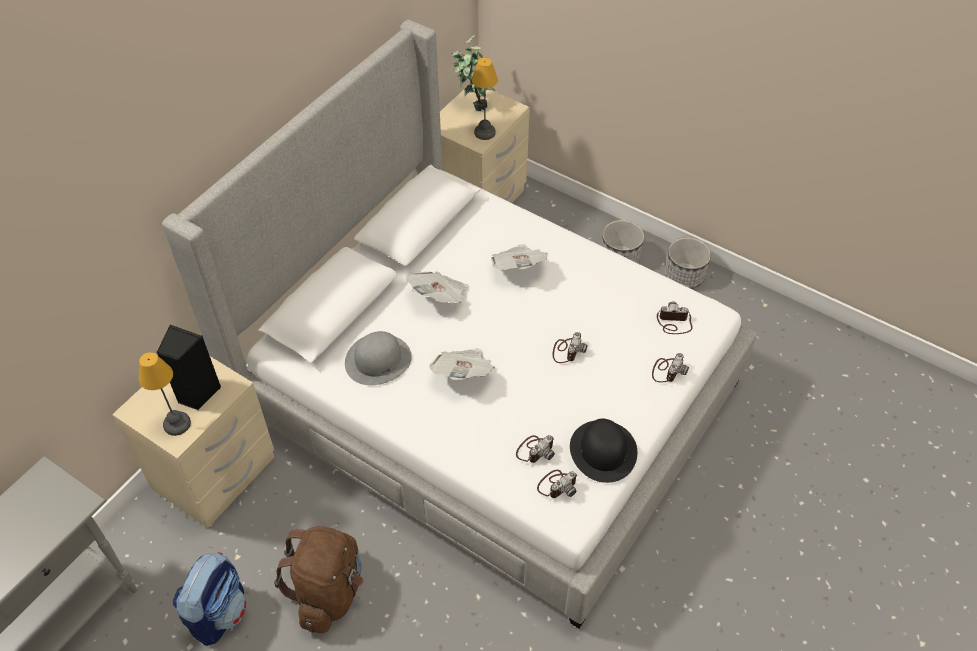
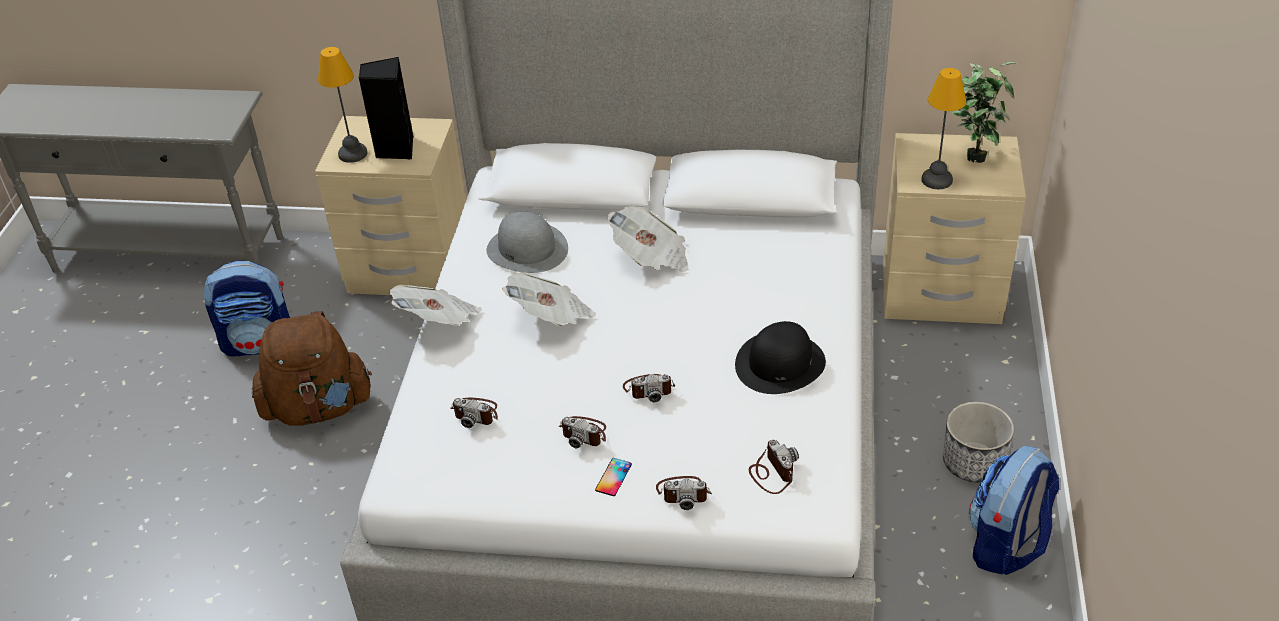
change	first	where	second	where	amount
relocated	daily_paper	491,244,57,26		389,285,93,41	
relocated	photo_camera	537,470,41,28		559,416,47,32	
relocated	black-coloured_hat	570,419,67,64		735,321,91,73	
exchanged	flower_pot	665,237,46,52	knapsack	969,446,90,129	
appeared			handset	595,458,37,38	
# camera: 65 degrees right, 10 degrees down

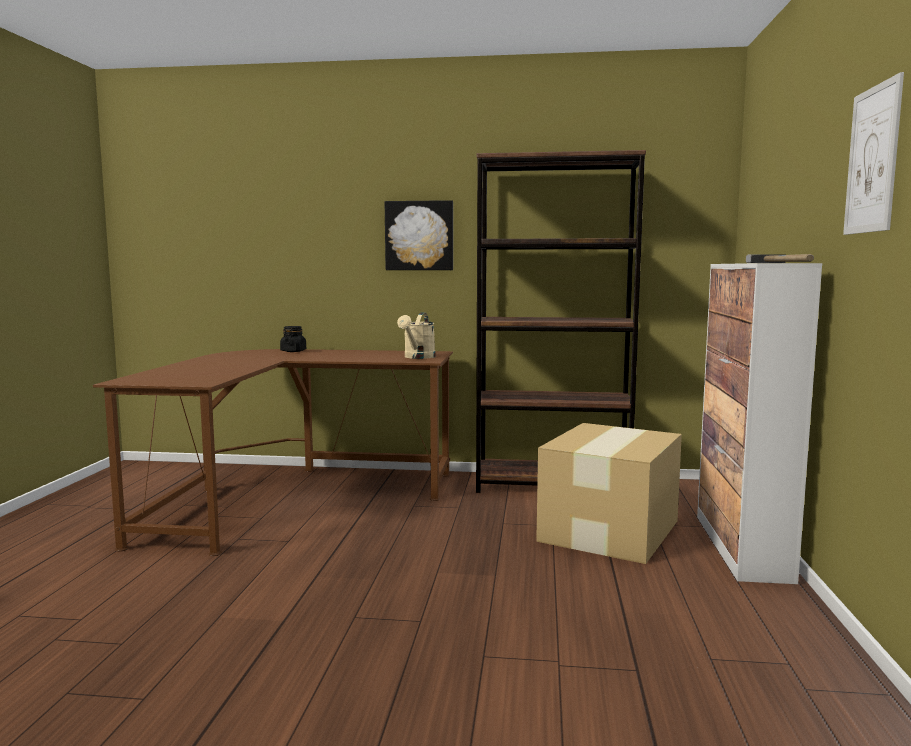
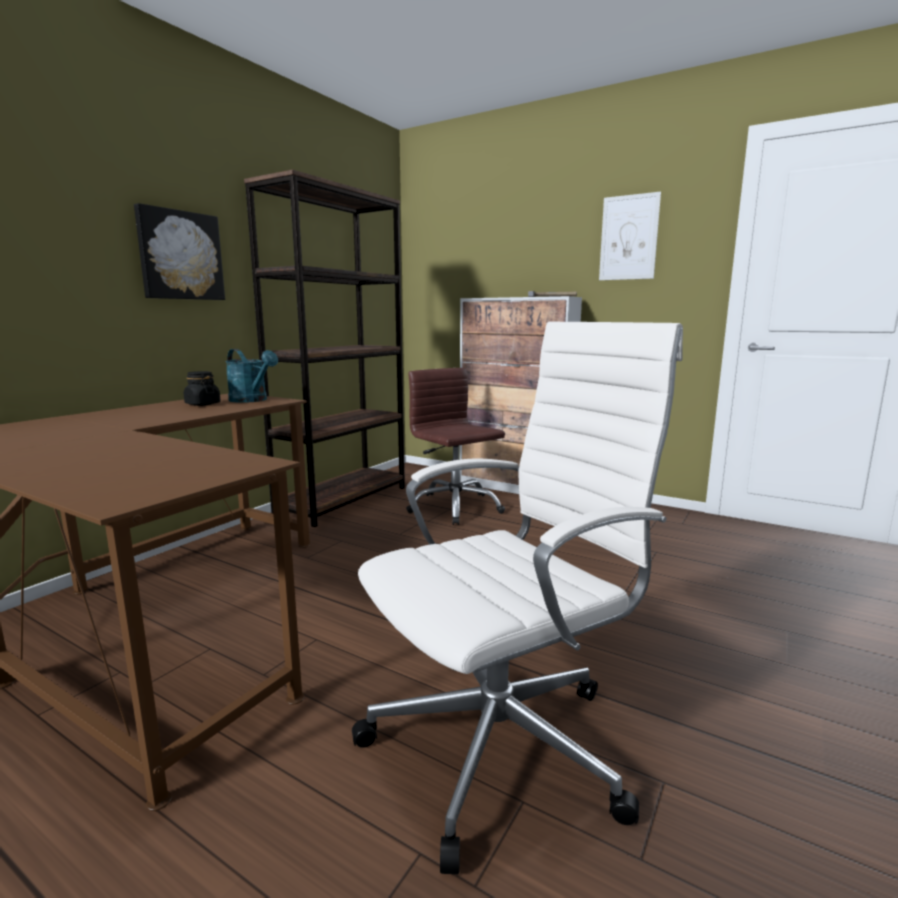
change	first	where	second	where	amount
relocated	black-coloured_jar	280,326,26,26		184,371,37,35	
colour	sand-coloured_watering_can	397,312,39,47	turquoise-coloured_watering_can	225,349,53,54	
exchanged	carton	536,423,146,141	brown_office_chair	406,368,99,157	
appeared			white_office_chair	352,322,331,552	
# camera: 65 degrees left, 5 degrees up

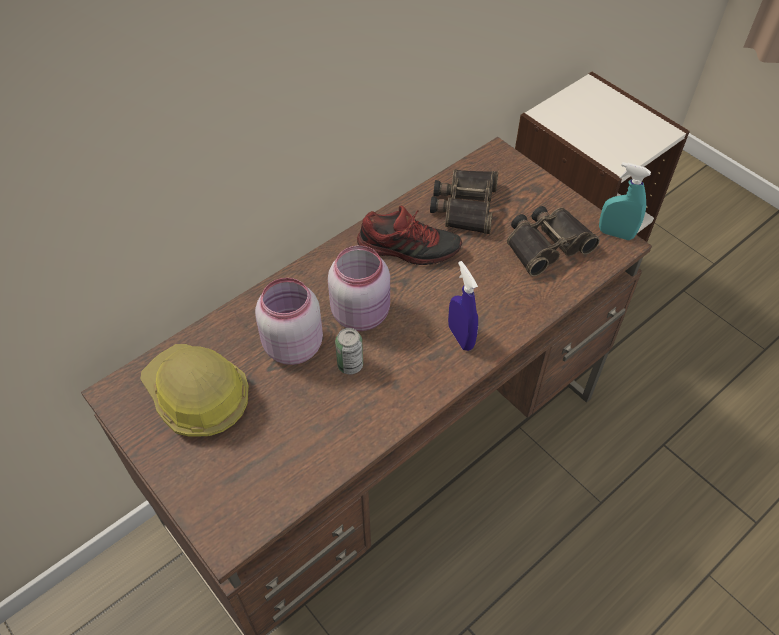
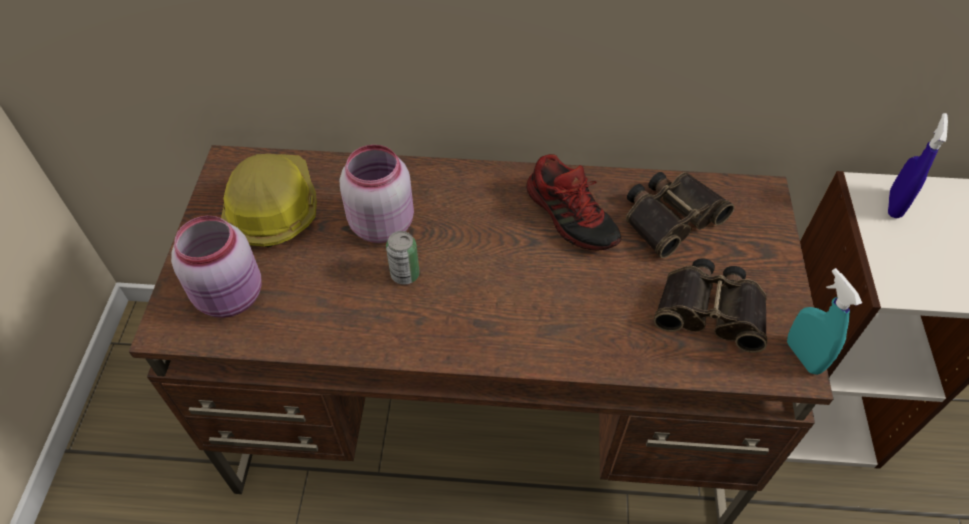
change	first	where	second	where	amount
relocated	pink-coloured_jar	328,246,62,85		171,216,91,102	
relocated	bluish_hand_sprayer	448,261,30,90		888,113,60,105	
# camera: 45 degrees right, 0 degrees up

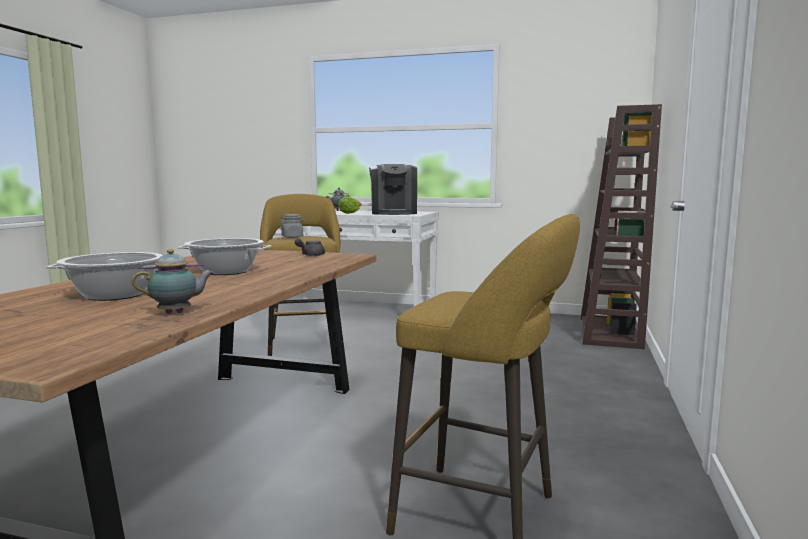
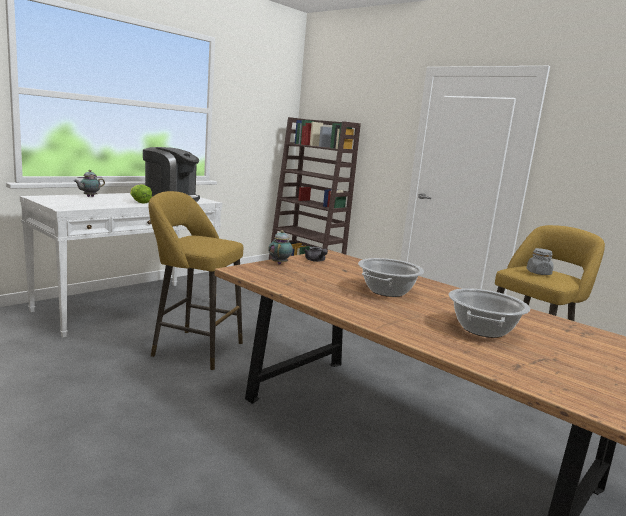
change	first	where	second	where	amount
relocated	pot_for_tea	132,249,82,65		268,230,25,35	
relocated	greyish_jar	279,214,26,24		527,248,26,27	
# camera: 65 degrees left, 5 degrees up

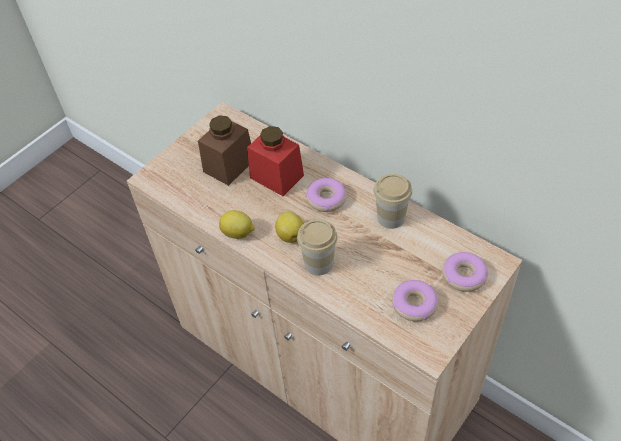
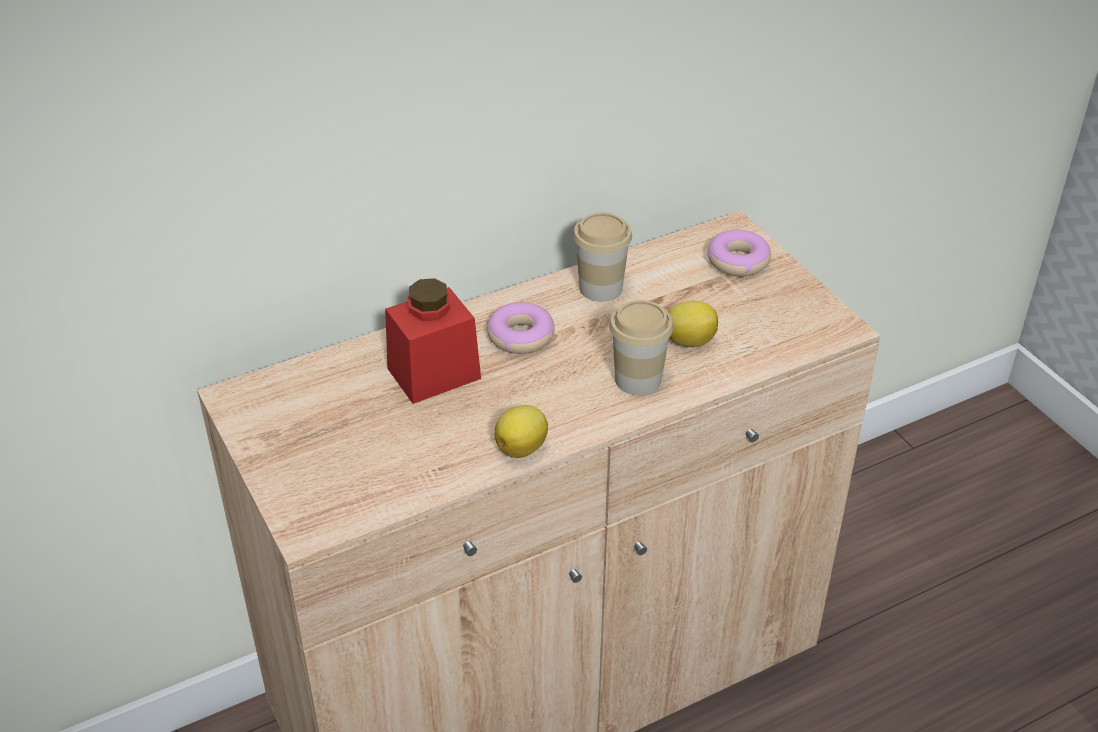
change	first	where	second	where	amount
missing	brown_jar	198,115,53,71			
relocated	citrus_fruit	275,211,29,32		669,301,49,46	
missing	donut	392,280,46,41			
# camera: 70 degrees left, 10 degrees down

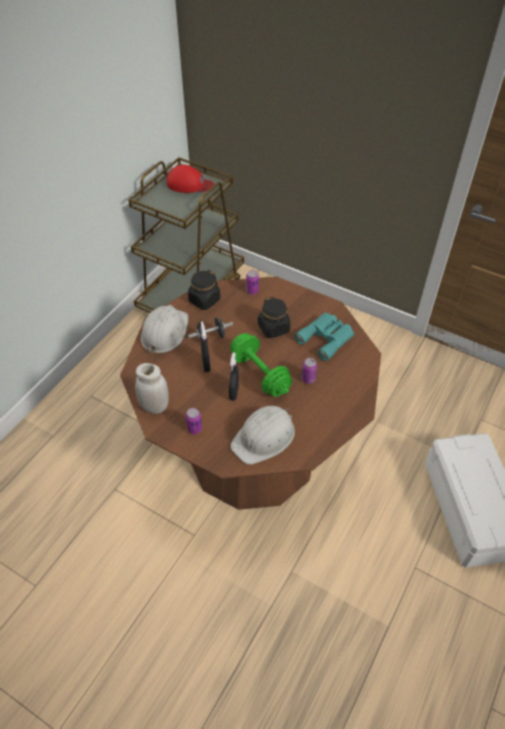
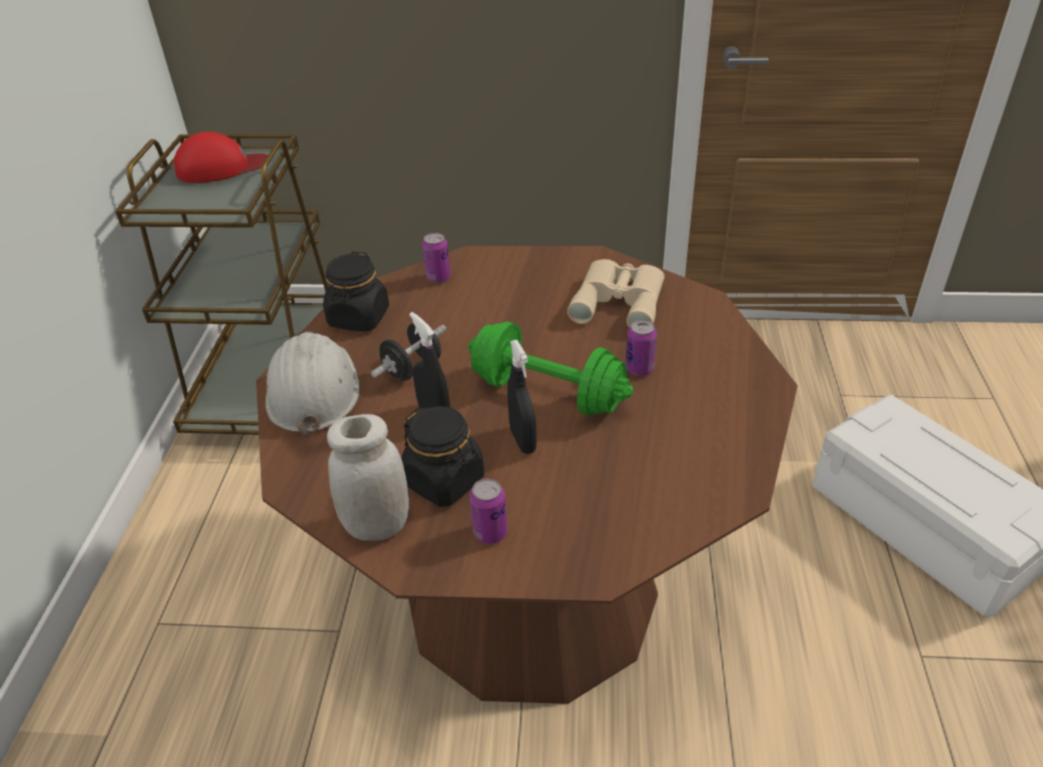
change	first	where	second	where	amount
missing	white_work_helmet	230,406,65,59			
relocated	black-coloured_jar	258,297,33,41		401,406,83,101	
colour	turquoise-coloured_field_glasses	294,313,60,48	sand-coloured_field_glasses	567,259,98,69	
# camera: 25 degrees left, 10 degrees down

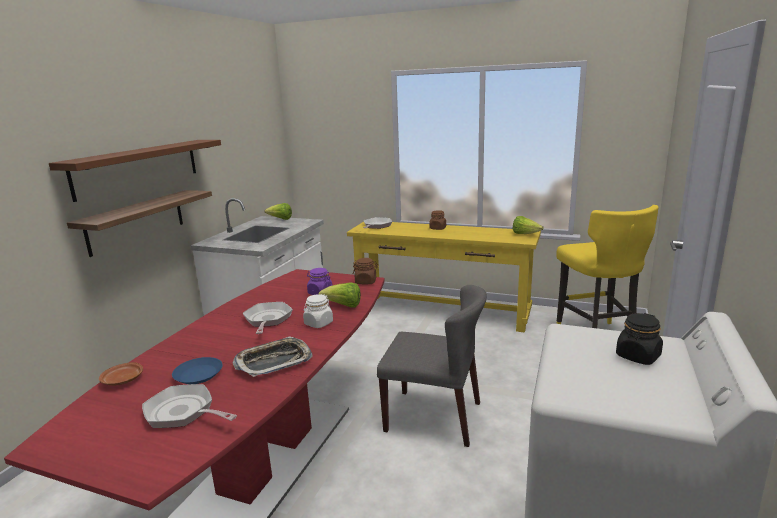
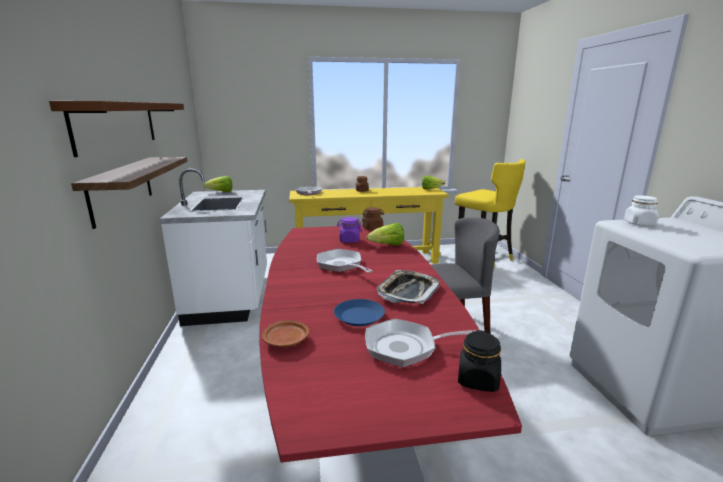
change	first	where	second	where	amount
relocated	white_jar	303,294,30,34		624,195,35,31	
relocated	black-coloured_jar	616,313,47,52		458,330,43,62	
# camera: 30 degrees left, 0 degrees up

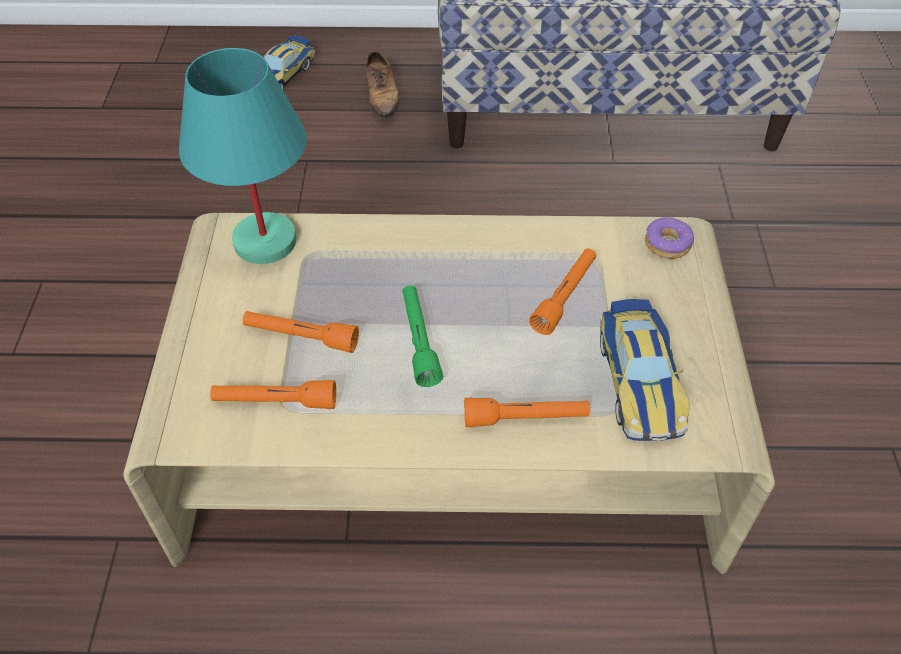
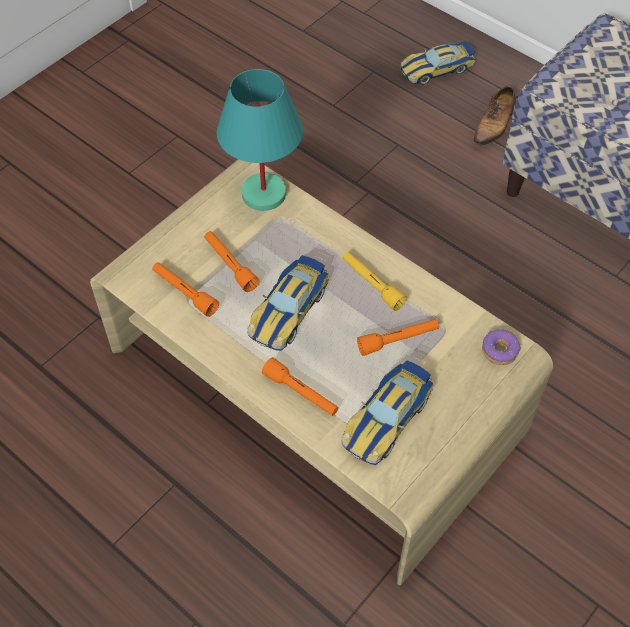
change	first	where	second	where	amount
exchanged	green-coloured_flashlight	402,285,41,102	model_car	247,255,82,96	
appeared			yellow_flashlight	342,252,65,59	
# camera: 40 degrees right, 5 degrees up

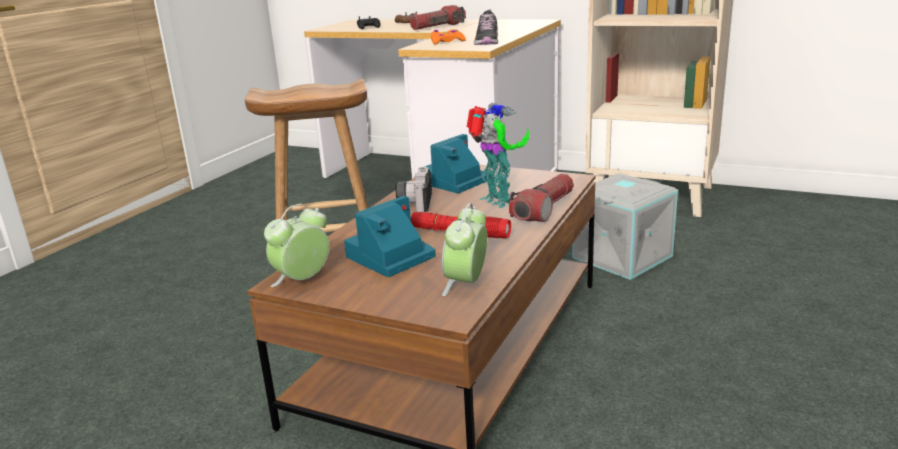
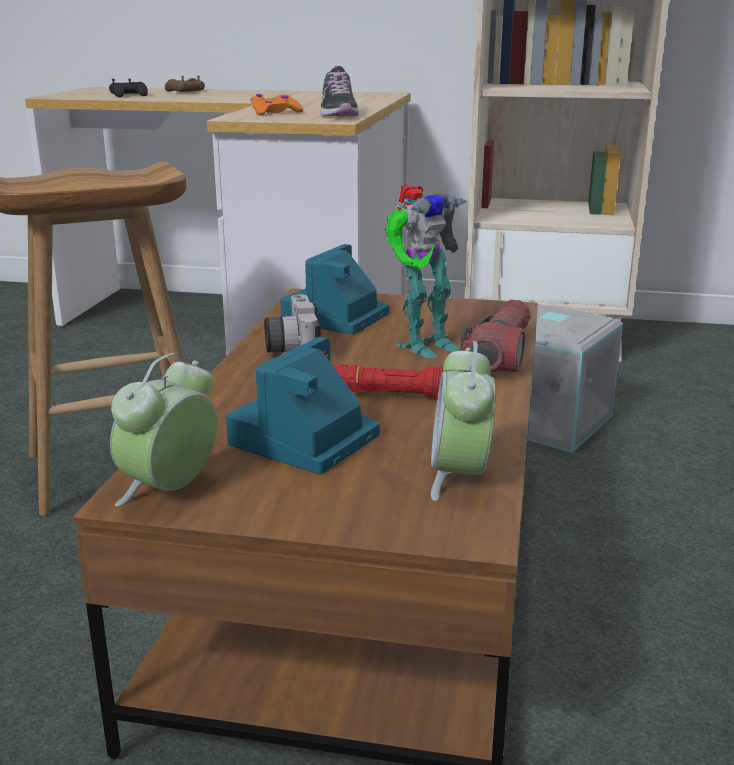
change	first	where	second	where	amount
missing	flashlight	410,5,56,25			
spun	model_robot	467,103,62,105		384,185,83,173	105 degrees clockwise
# camera: 15 degrees left, 0 degrees up

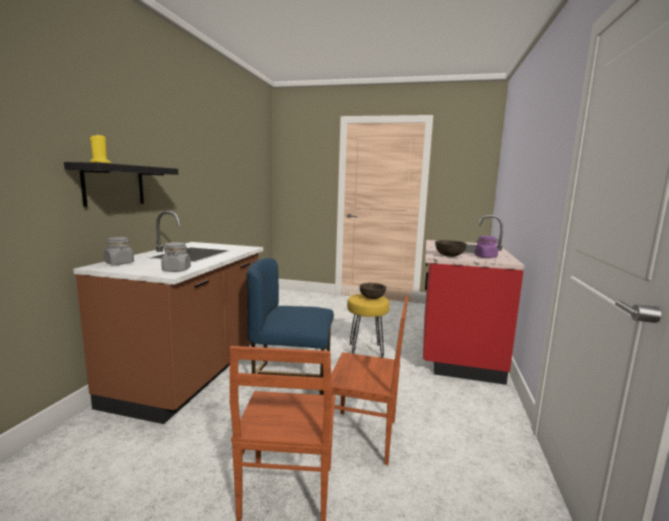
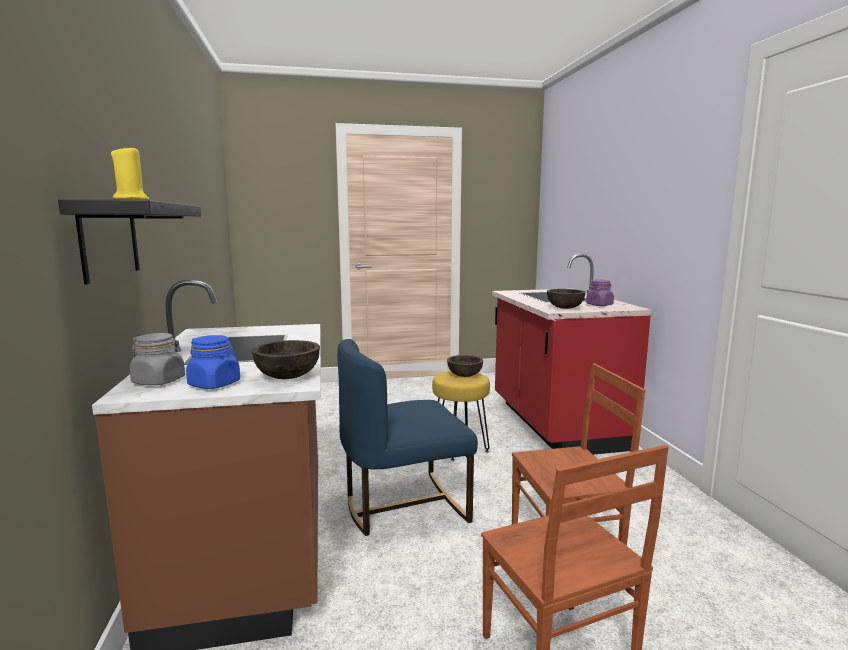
change	first	where	second	where	amount
exchanged	greyish_jar	161,242,30,30	brown_deep_dish	252,340,68,39	
appeared			bluish_jar	186,335,54,54	
# camera: 25 degrees left, 0 degrees up

